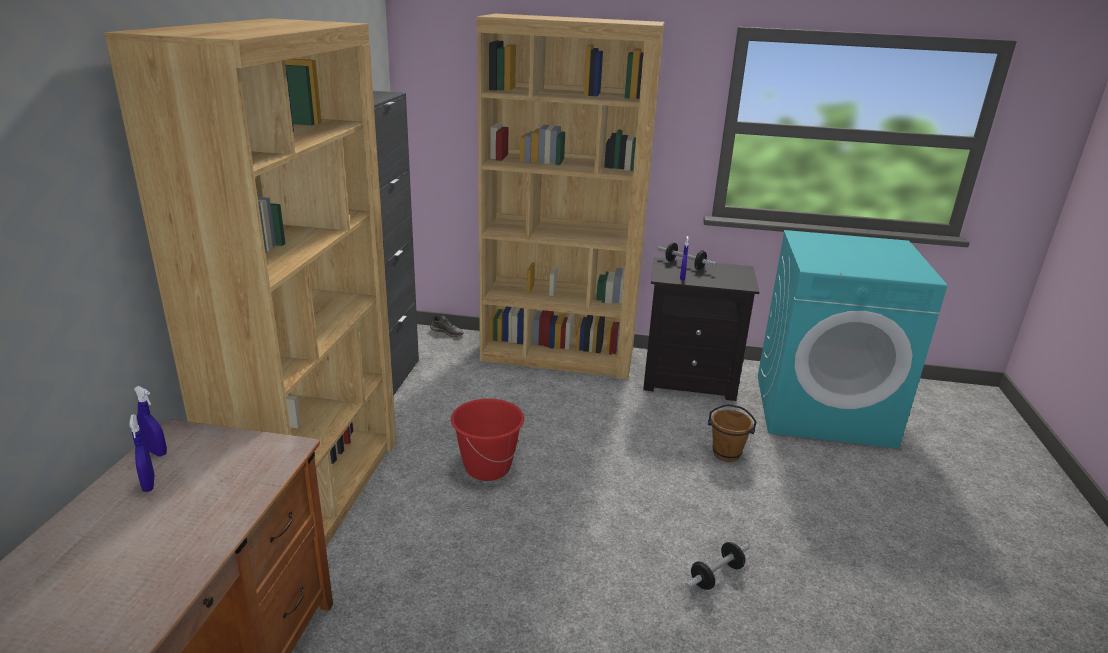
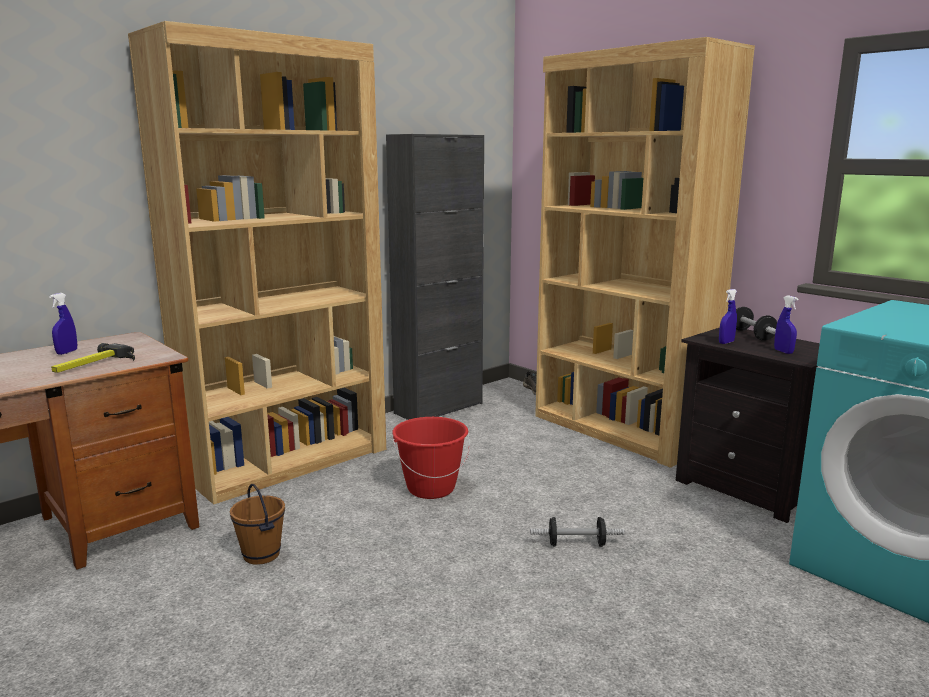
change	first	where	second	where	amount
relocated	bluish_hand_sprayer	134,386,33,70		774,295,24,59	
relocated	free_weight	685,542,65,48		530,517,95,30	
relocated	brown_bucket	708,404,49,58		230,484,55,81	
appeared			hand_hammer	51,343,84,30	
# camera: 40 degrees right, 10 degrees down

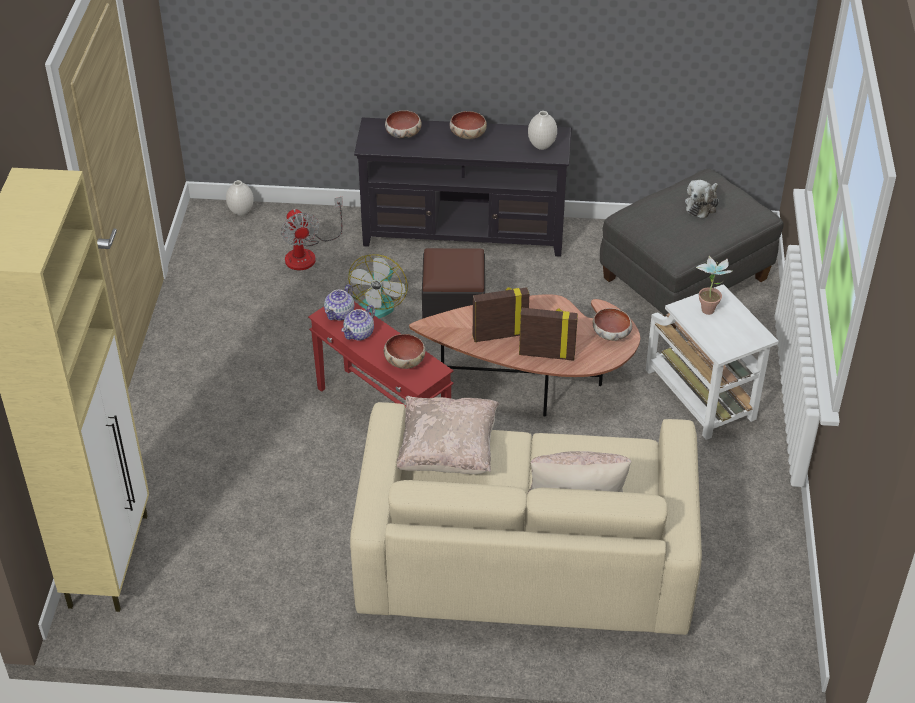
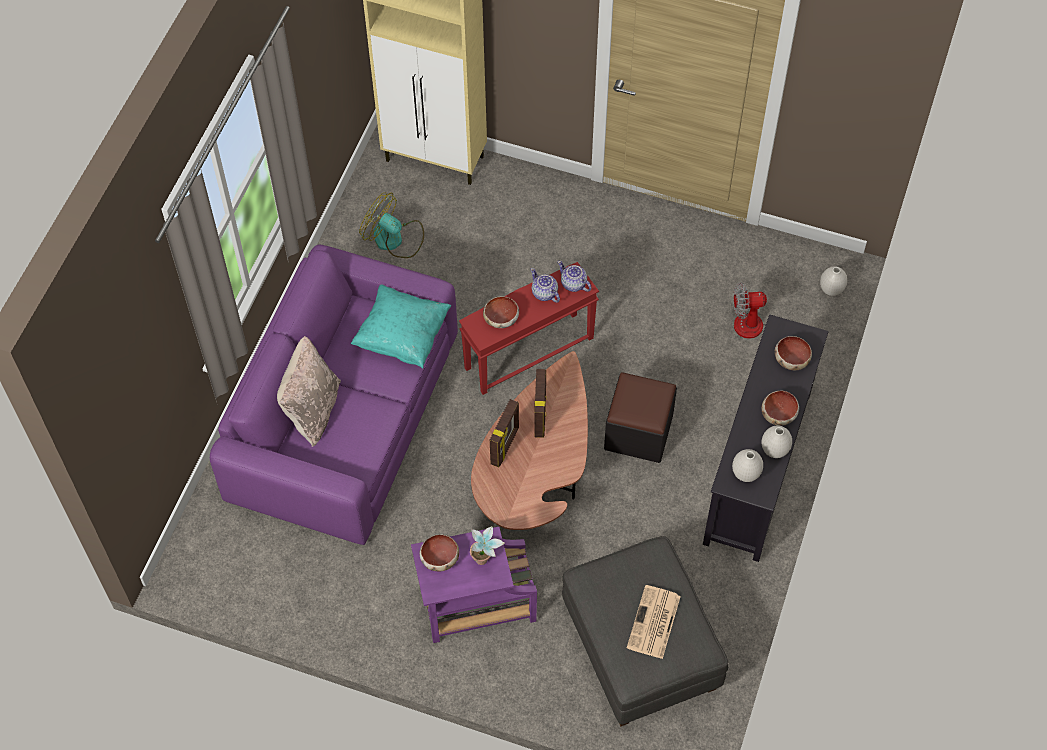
change	first	where	second	where	amount
relocated	fan	348,255,60,63		359,192,65,66	
colour	sand-coloured_settee	350,402,352,233	purplish_settee	210,245,248,300	
colour	sand-coloured_throw_pillow	397,396,102,78	turquoise-coloured_throw_pillow	351,285,101,84	
relocated	deep_dish	593,308,39,33		419,534,40,37	
colour	white_side_table	646,284,133,156	purplish_side_table	411,527,126,116	
exchanged	soft_toy	685,180,34,39	daily_paper	627,585,54,74	
appeared			white_flower_vase	761,425,31,33	
# camera: 105 degrees right, 15 degrees up

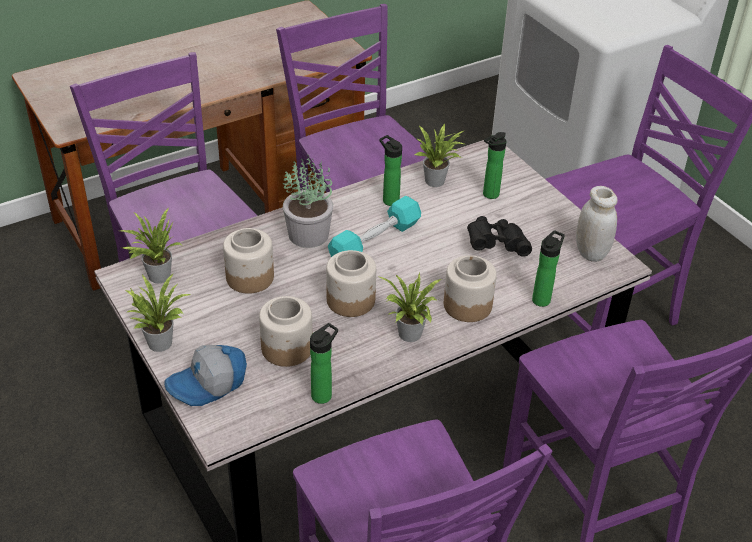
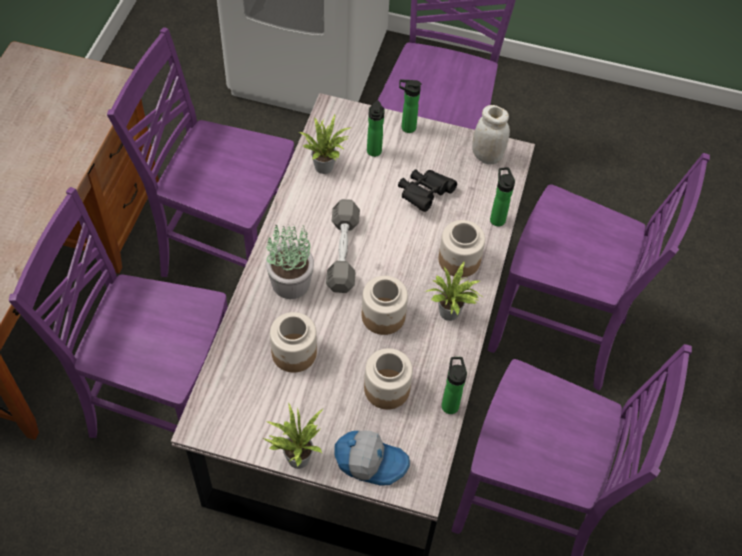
change	first	where	second	where	amount
missing	houseplant	120,207,61,76			
spun	baseball_cap	164,345,83,61		335,430,75,56	90 degrees counterclockwise
colour	turquoise-coloured_free_weight	328,196,93,61	greyish_free_weight	326,199,34,94	
relocated	bottle	379,135,23,71		399,80,23,53	
# camera: 45 degrees left, 15 degrees up

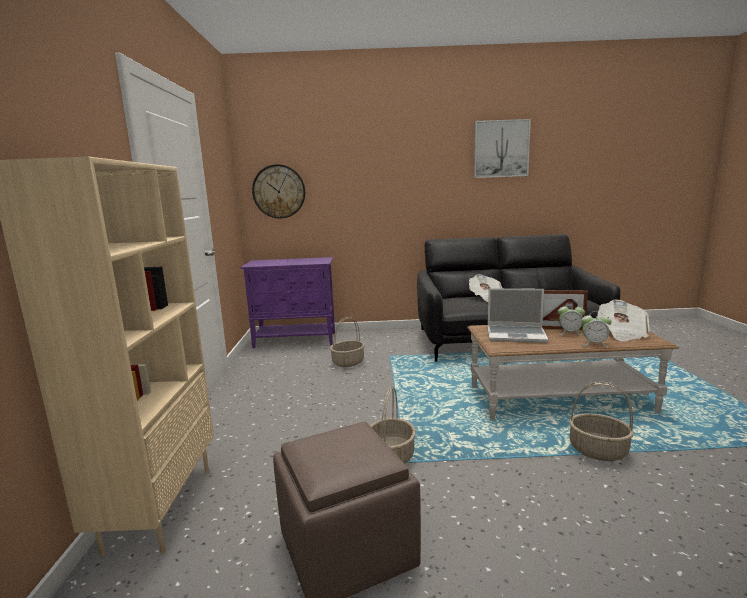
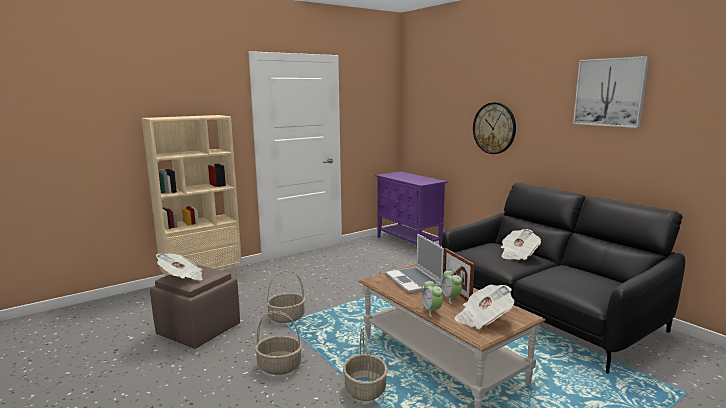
change	first	where	second	where	amount
relocated	hanging_clock	252,164,53,54		473,102,43,52	
relocated	household_basket	330,317,35,50		255,311,47,64	
appeared			daily_paper	156,253,46,27	
# camera: 55 degrees right, 0 degrees up

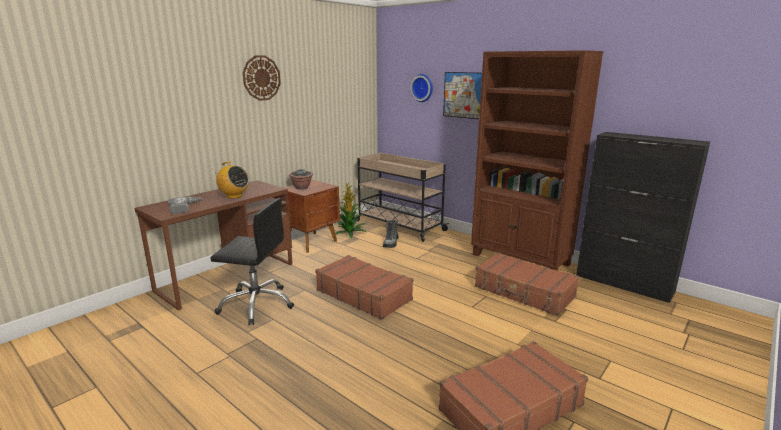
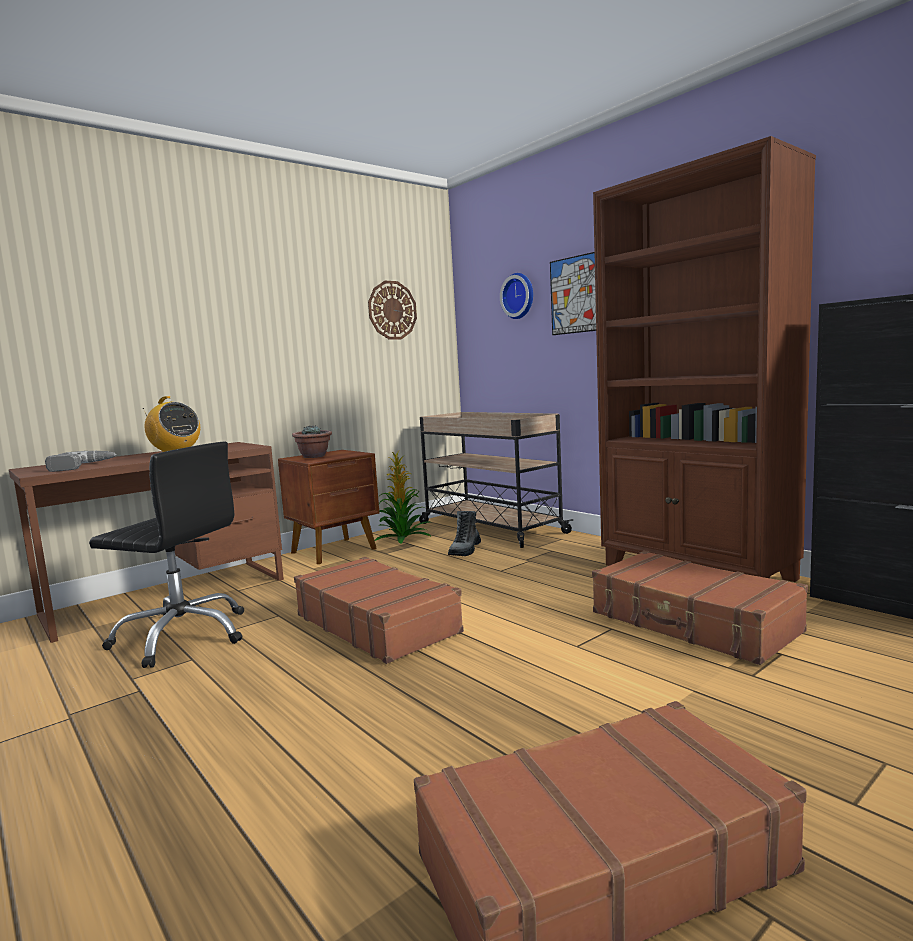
change	first	where	second	where	amount
relocated	hanging_clock	243,55,38,46		368,281,49,59	
# camera: 10 degrees right, 10 degrees down

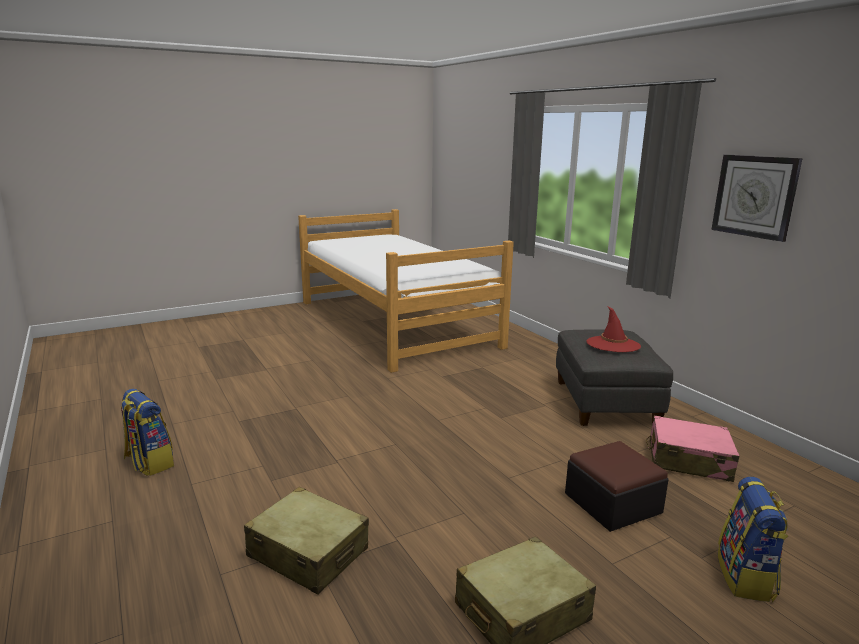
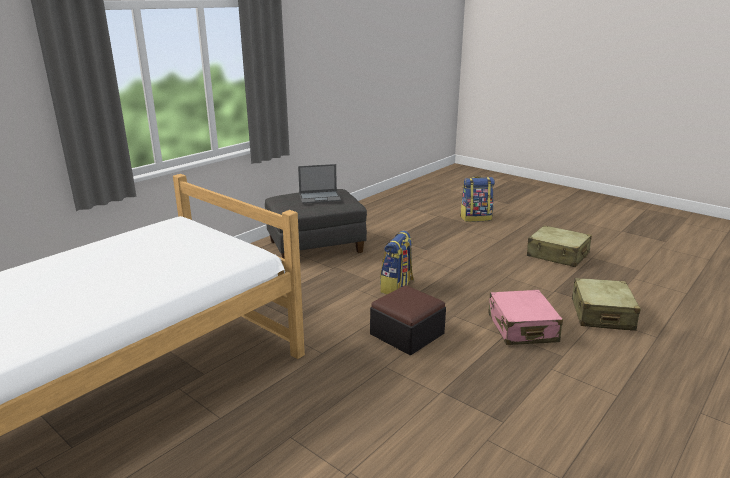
change	first	where	second	where	amount
relocated	knapsack	121,389,53,87		380,231,34,63	
relocated	pouffe	565,441,103,91		370,285,76,71	
exchanged	red-coloured_hat	587,307,54,45	laptop	298,164,43,40	
relocated	pink-coloured_piece_of_luggage	646,415,93,67		488,290,75,55	
missing	hanging_clock	711,154,92,88			
# camera: 110 degrees left, 5 degrees up

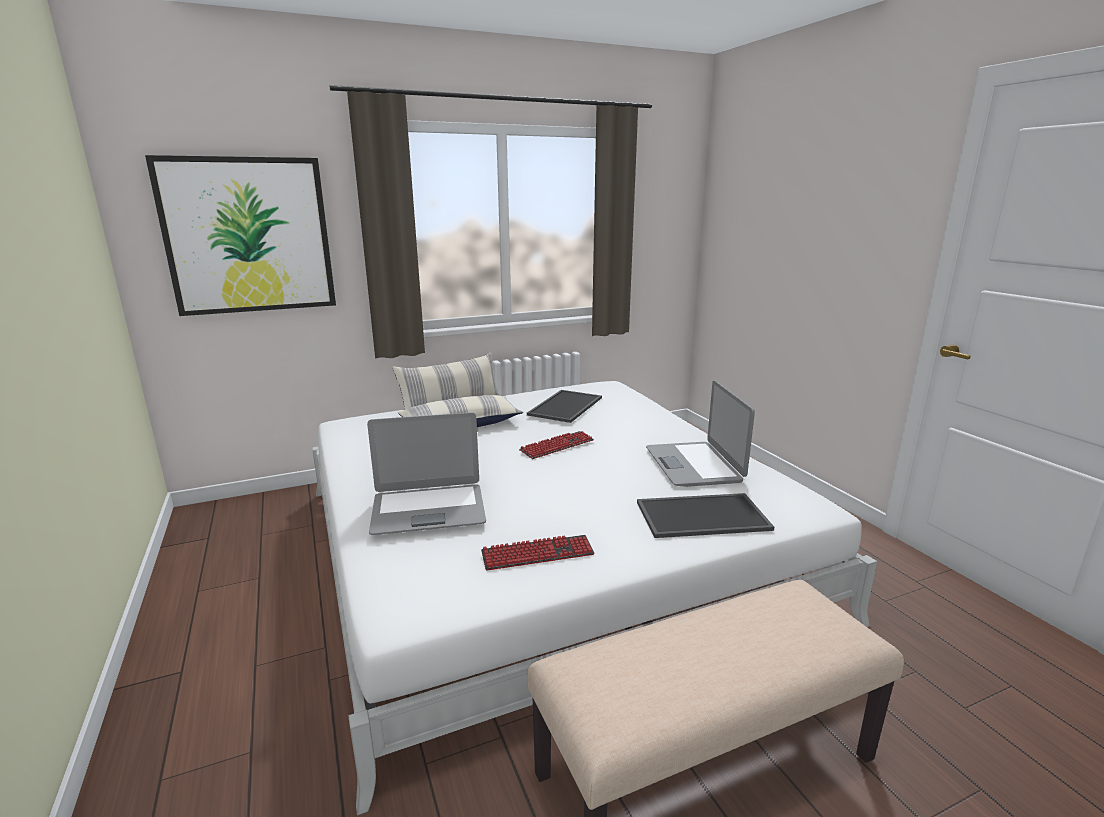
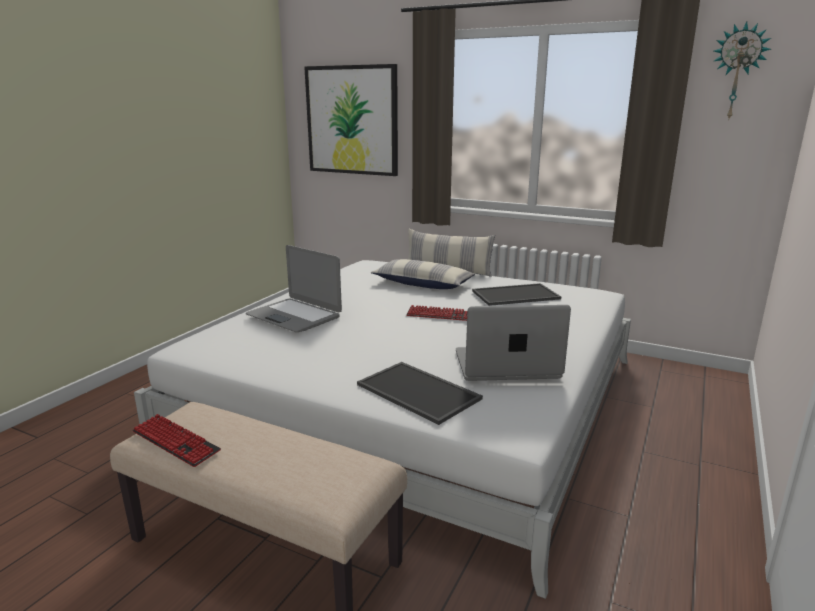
change	first	where	second	where	amount
relocated	PC_keyboard	481,535,114,35		132,414,89,53	
spun	laptop	646,381,109,106		456,305,115,76	45 degrees clockwise
appeared			hanging_clock	714,22,57,99	
# camera: 50 degrees right, 0 degrees up

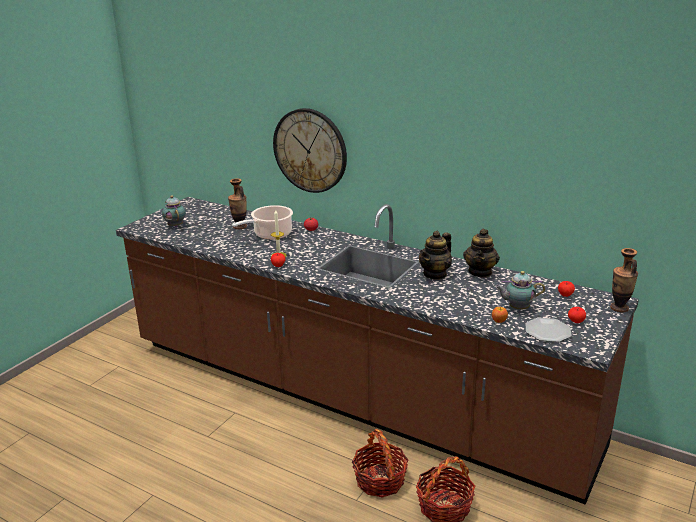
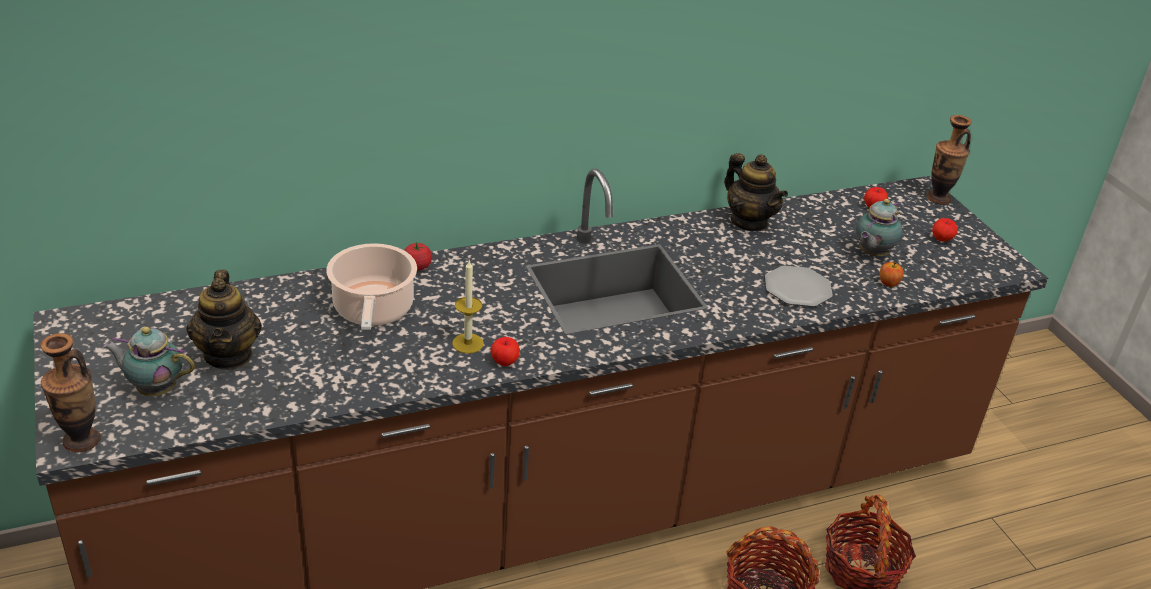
change	first	where	second	where	amount
relocated	flower_vase	228,178,19,51		40,333,61,119	
missing	hanging_clock	273,108,74,85			
relocated	pot_for_tea	419,231,33,49		186,270,76,100	
relocated	plate	525,318,47,24		765,265,68,42	
# camera: 55 degrees left, 10 degrees up

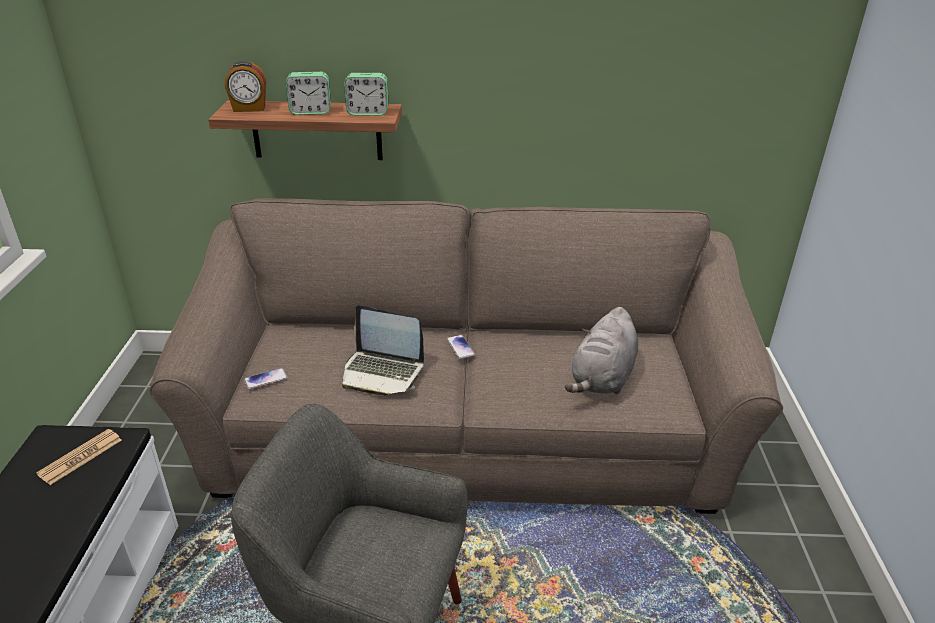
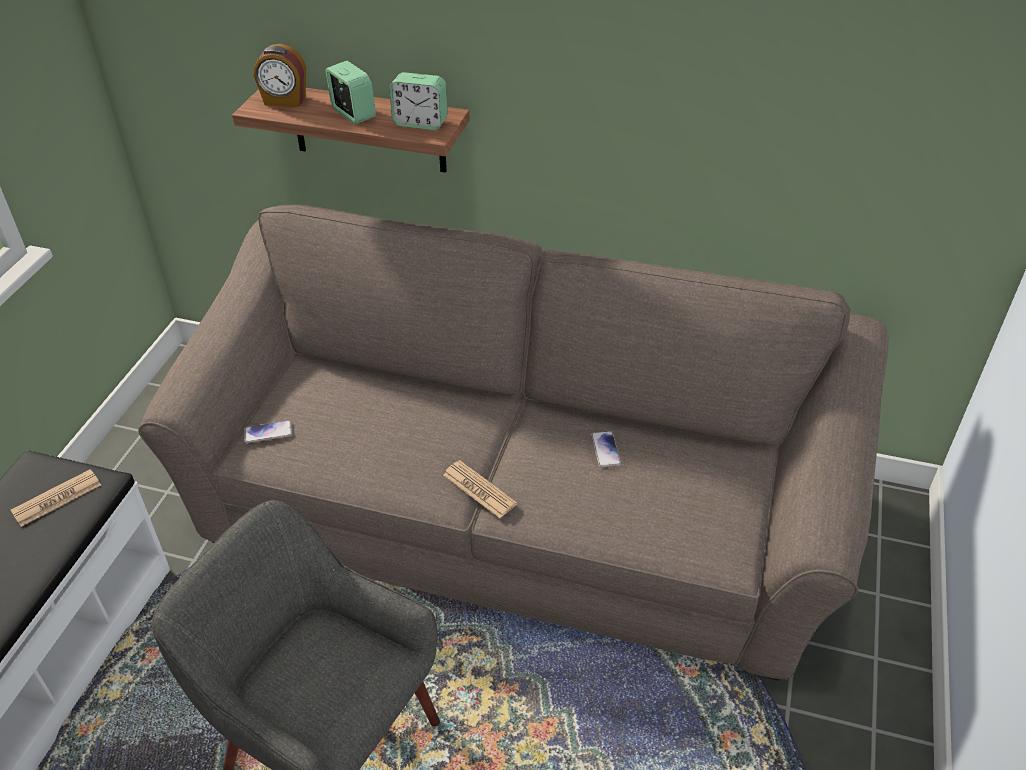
change	first	where	second	where	amount
spun	table_clock	286,72,45,43		325,61,51,63	135 degrees counterclockwise
missing	laptop	342,305,82,91			
relocated	handset	447,335,28,24		591,431,30,37	
missing	greyish_soft_toy	565,307,73,87			
appeared			daily_paper	443,460,74,58	
# camera: 15 degrees right, 10 degrees up

